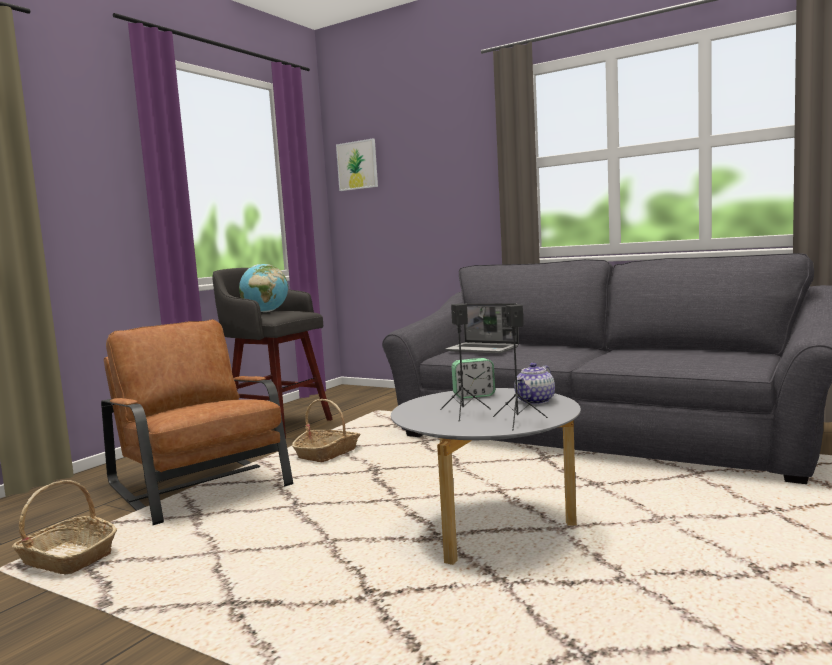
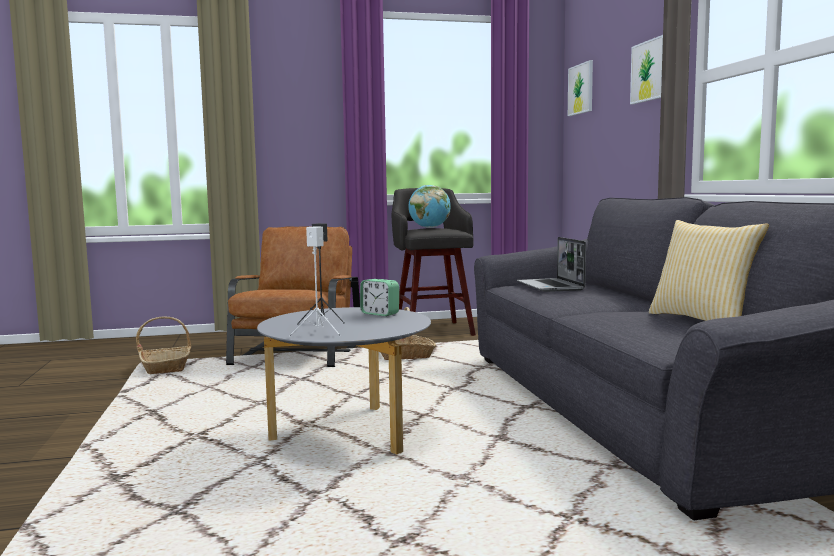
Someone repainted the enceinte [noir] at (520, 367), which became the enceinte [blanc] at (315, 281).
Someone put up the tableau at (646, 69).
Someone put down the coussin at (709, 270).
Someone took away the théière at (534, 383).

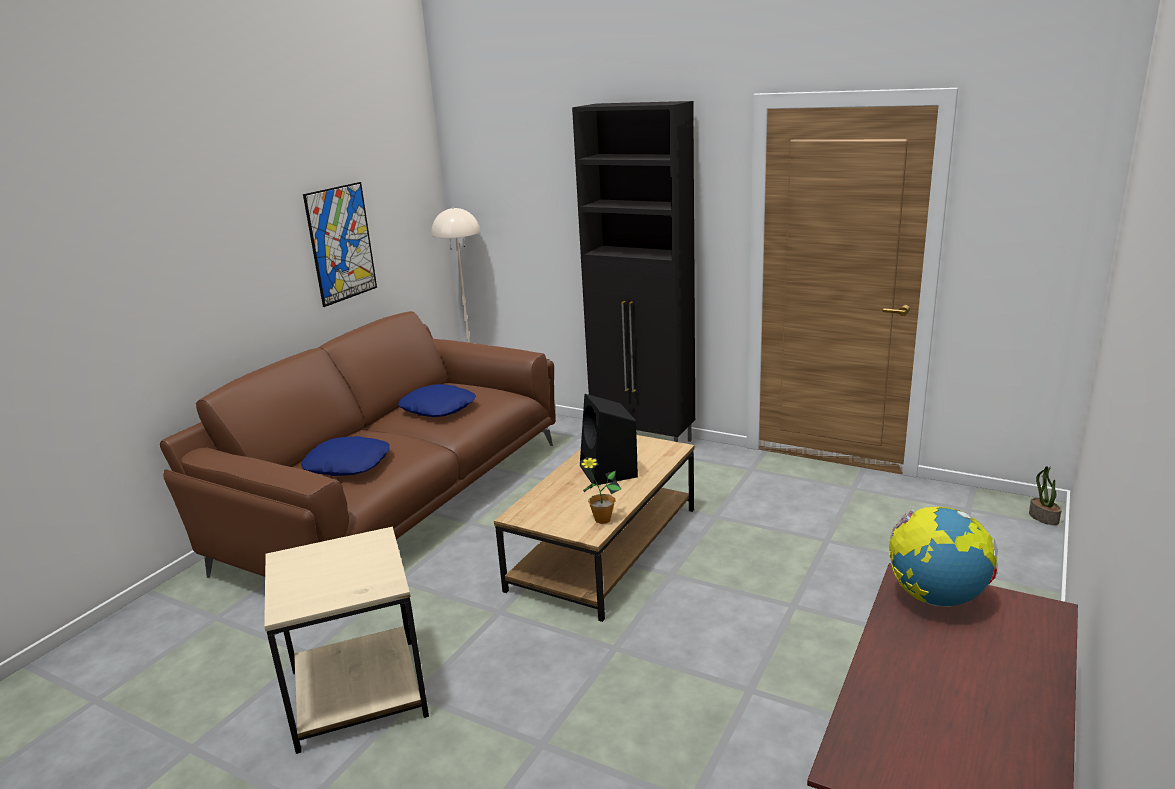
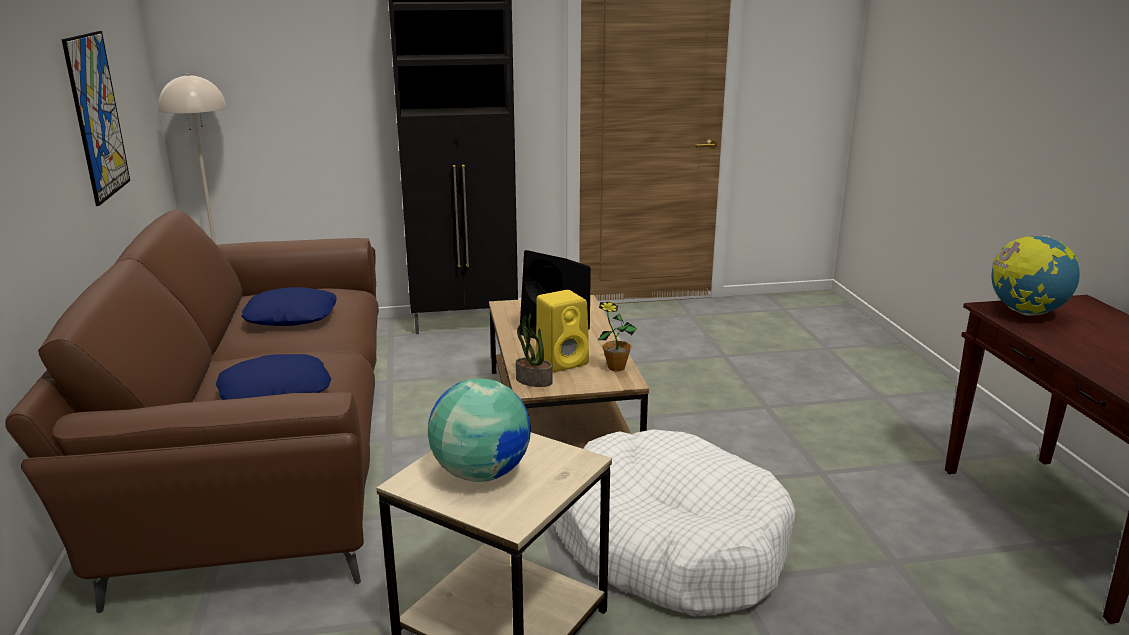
Someone put down the globe at (479, 430).
Someone carried the plante en pot from (1045, 495) to (534, 350).
Someone put down the enceinte [jaune] at (562, 331).
Someone put down the panier pour chien [blanc] at (675, 523).

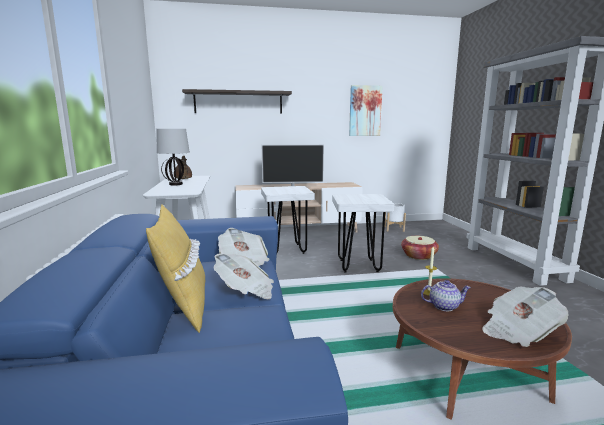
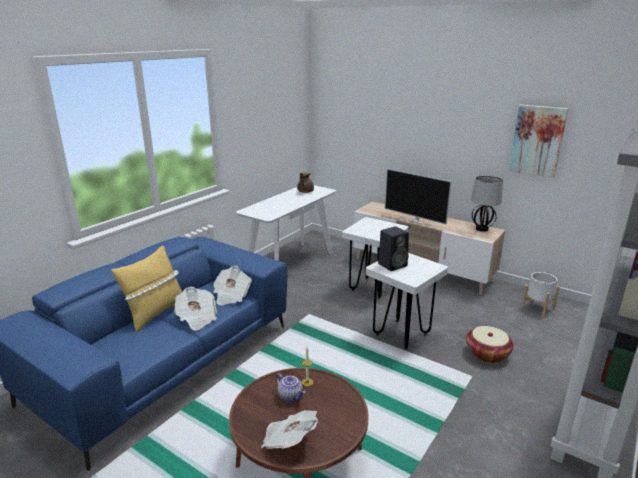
Someone put down the enceinte [noir] at (393, 248).
Someone carried the lampe de table from (173, 157) to (487, 204).
Someone took away the étagère at (237, 101).

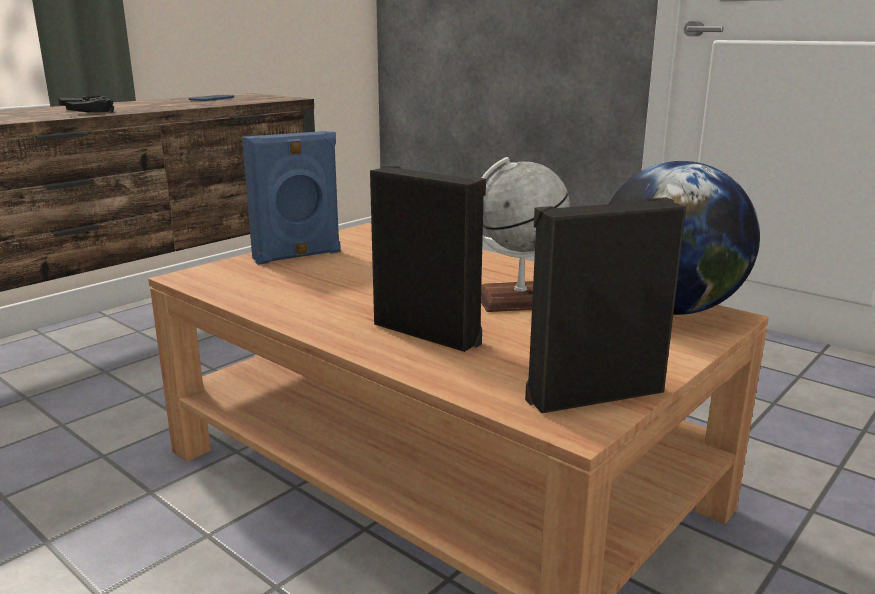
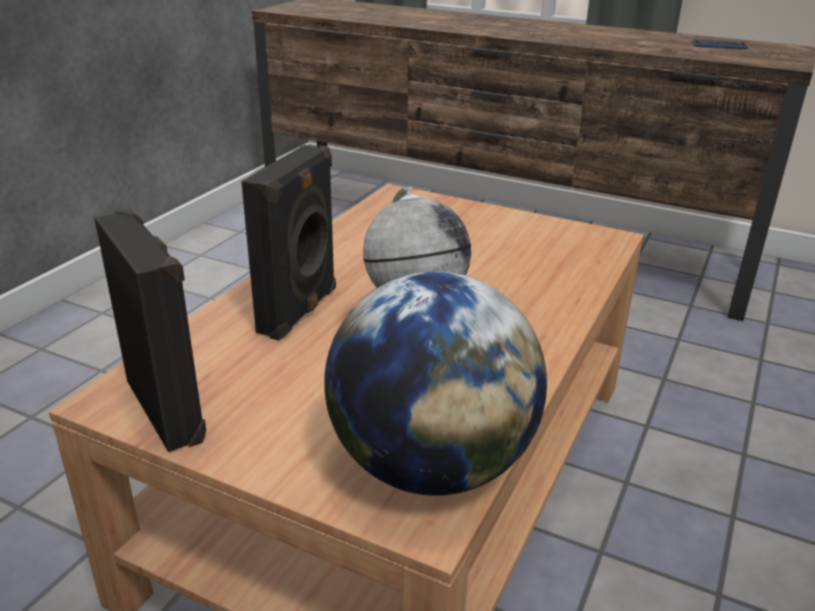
Someone took away the manette [noir] at (86, 104).
Someone took away the enceinte [bleu] at (291, 198).

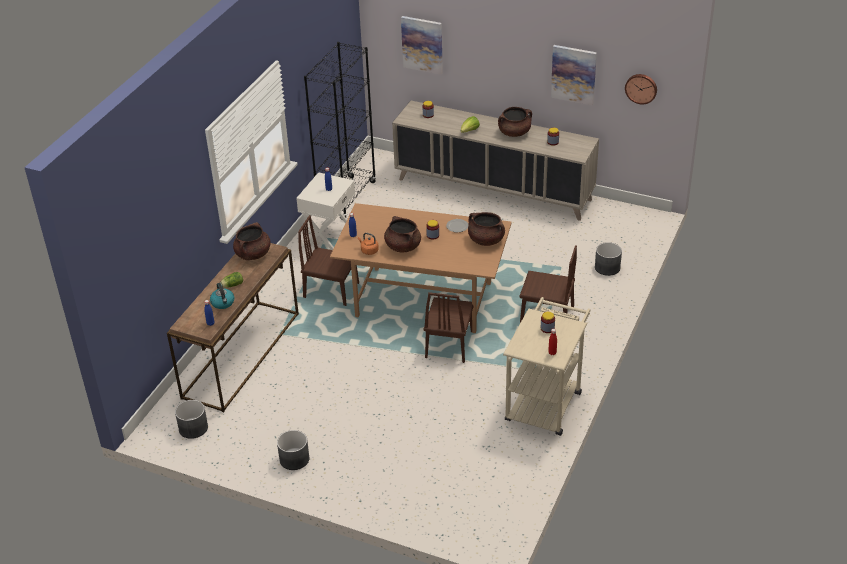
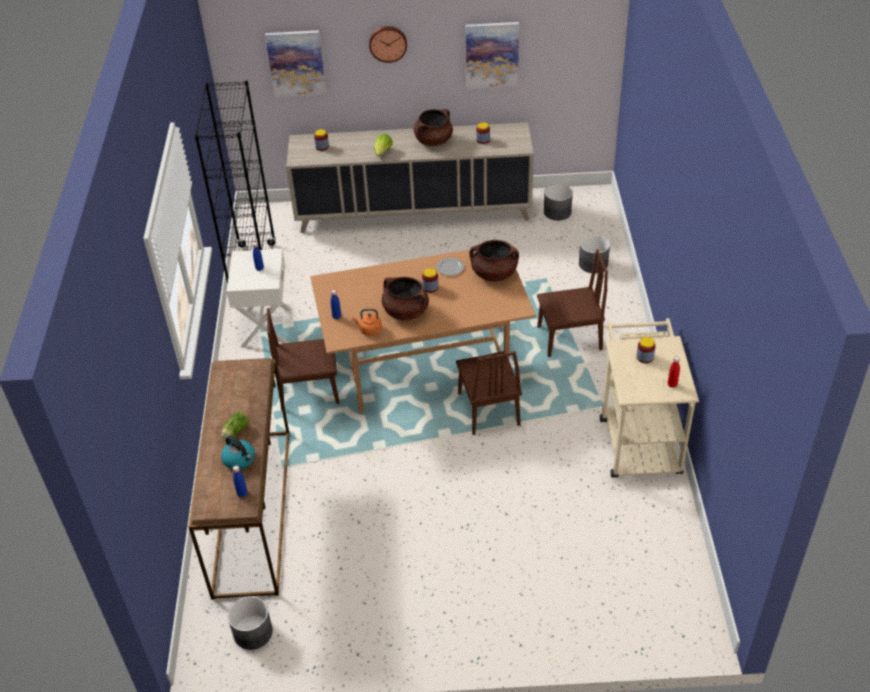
Someone carried the horloge murale from (641, 89) to (388, 44).
Someone carried the cache-pot [gris] from (293, 450) to (558, 202).
Someone took away the marmite [marron] at (252, 241).

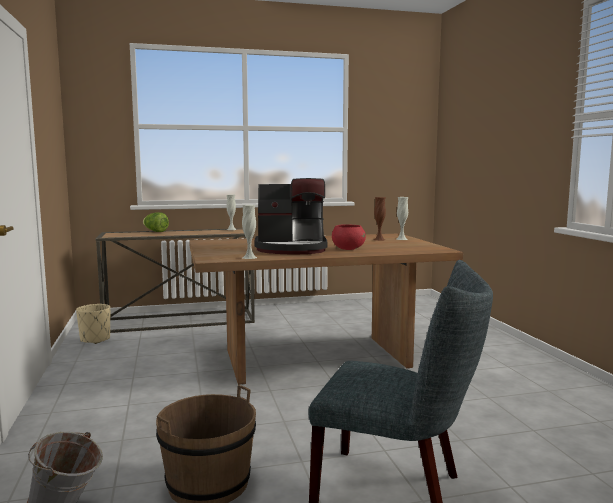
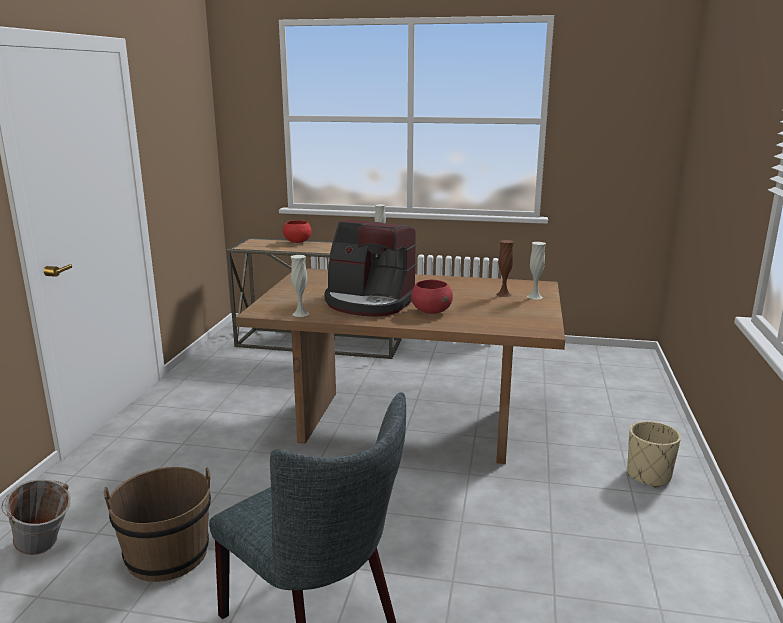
Someone swapped the laitue at (156, 222) for the bol [rouge] at (297, 231).
Someone carried the cache-pot [beige] from (93, 324) to (654, 454).

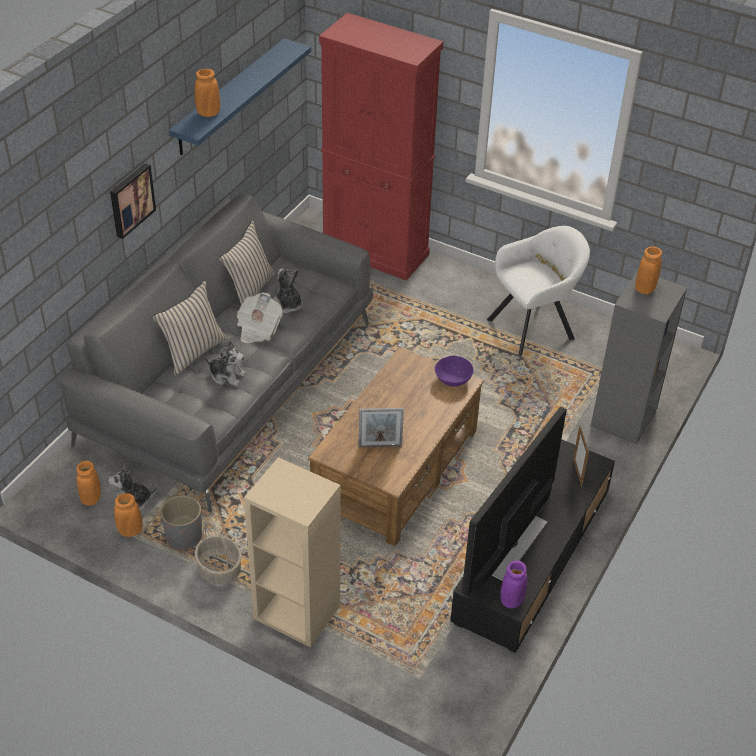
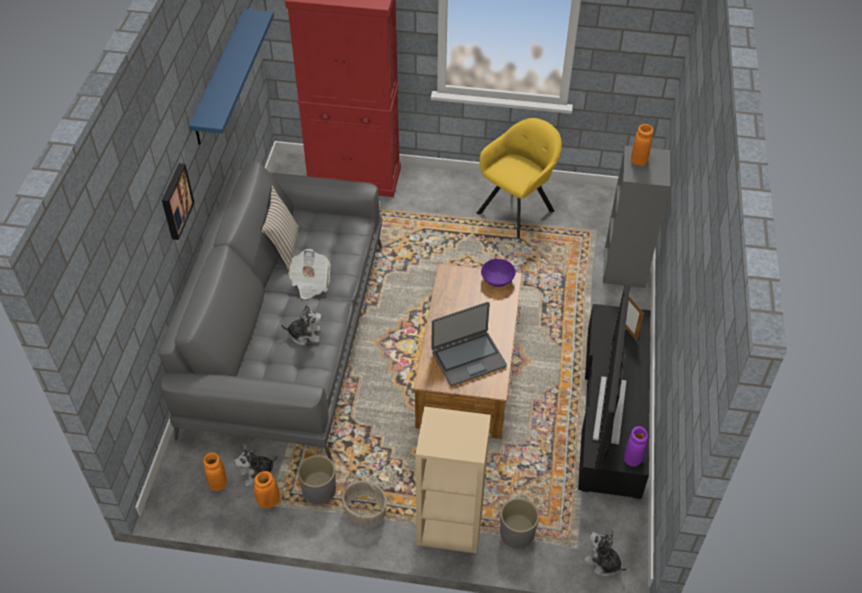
Someone swapped the cadre photo at (381, 427) for the ordinateur portable at (469, 344).
Someone repainted the fauteuil [blanc] at (538, 291), which became the fauteuil [jaune] at (519, 178).
Someone put down the cache-pot [gris] at (519, 523).
Someone carried the peluche from (288, 291) to (605, 553).
Someone took away the coussin [beige] at (190, 328).
Someone took away the vase [orange] at (207, 93).

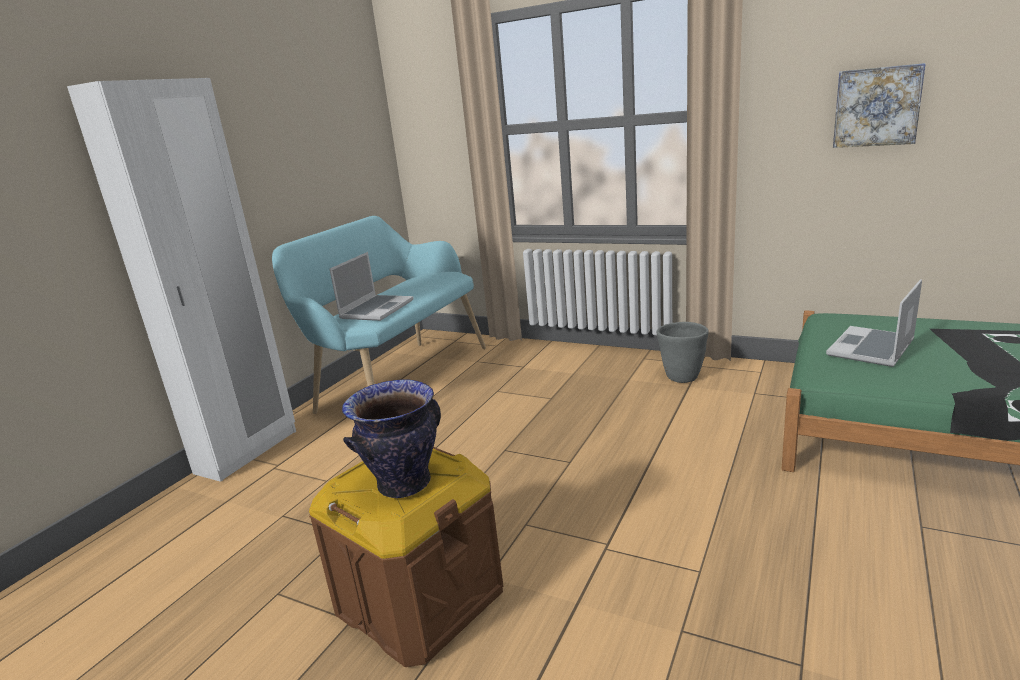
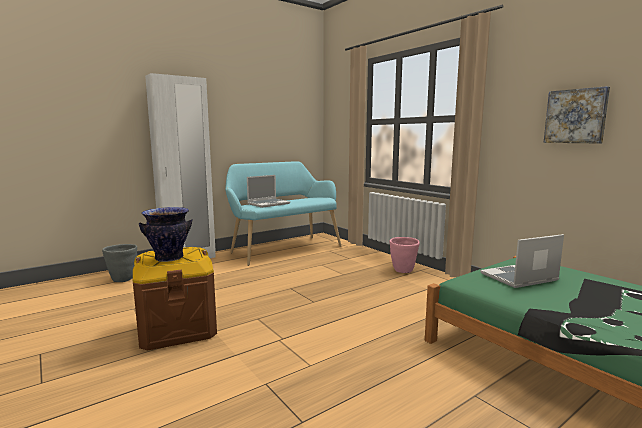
Someone carried the cache-pot [gris] from (683, 352) to (119, 263).
Someone put down the cache-pot [rose] at (405, 255).

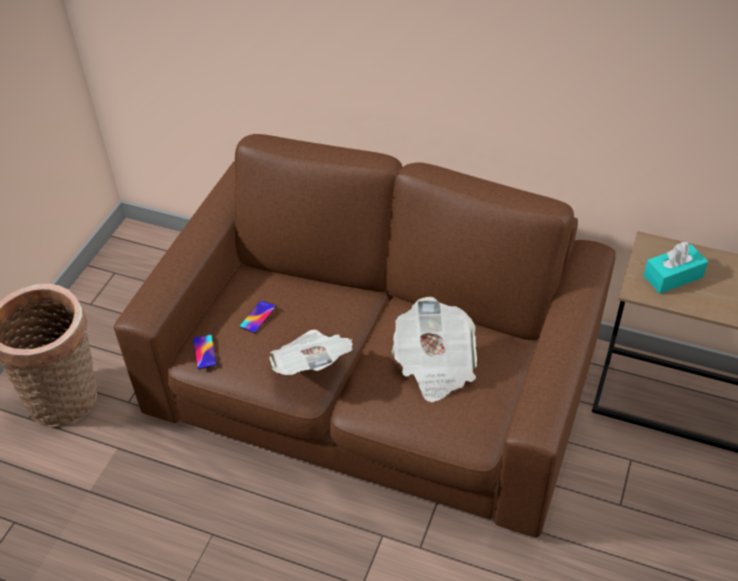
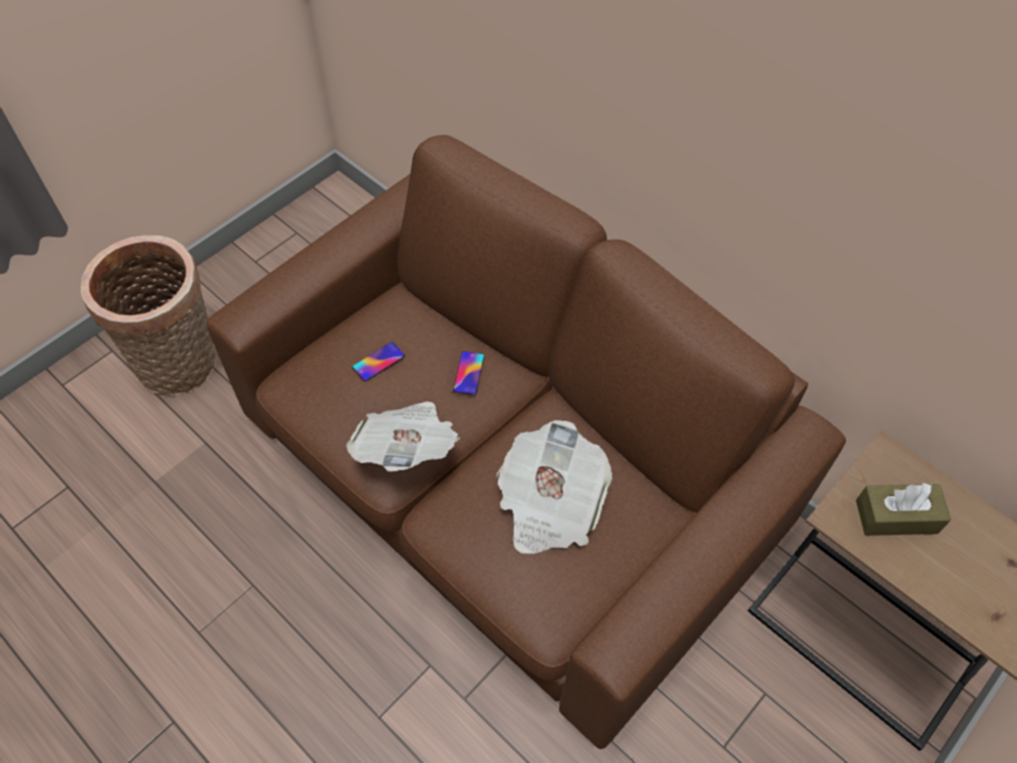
Someone carried the téléphone from (205, 352) to (468, 373).
Someone repainted the boîte à mouchoirs [turquoise] at (676, 268), which became the boîte à mouchoirs [marron] at (903, 509).

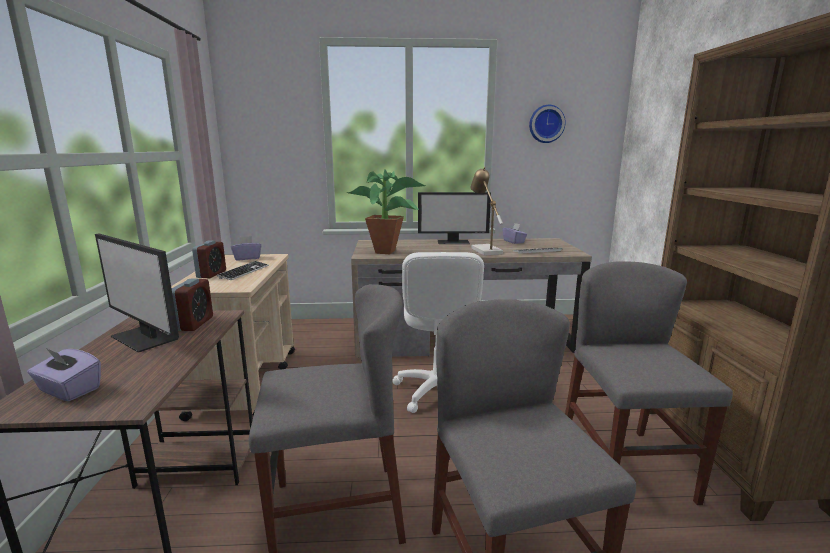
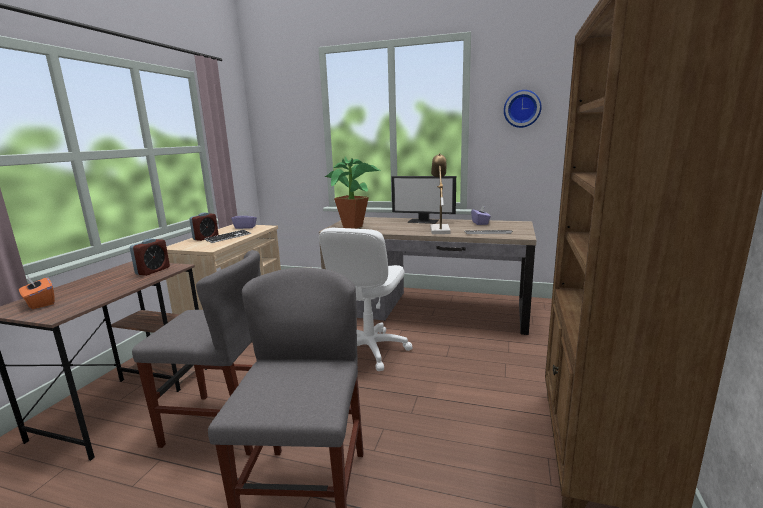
Someone repainted the boîte à mouchoirs [violet] at (64, 374), which became the boîte à mouchoirs [orange] at (37, 292).
Someone took away the écran d'ordinateur at (137, 293).
Someone took away the chaise [gris] at (649, 383).

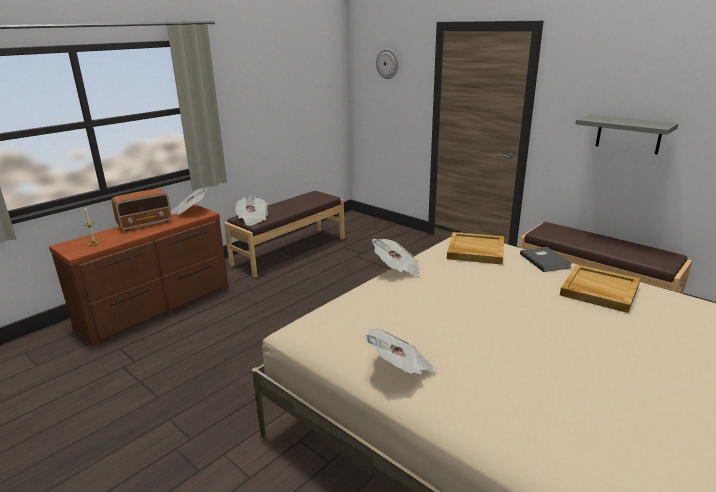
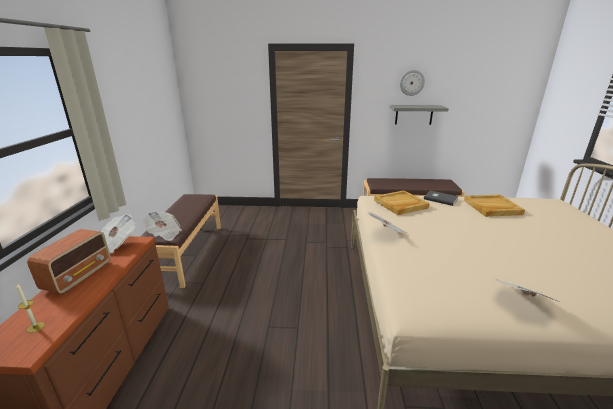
Someone carried the horloge murale from (387, 63) to (412, 83).

